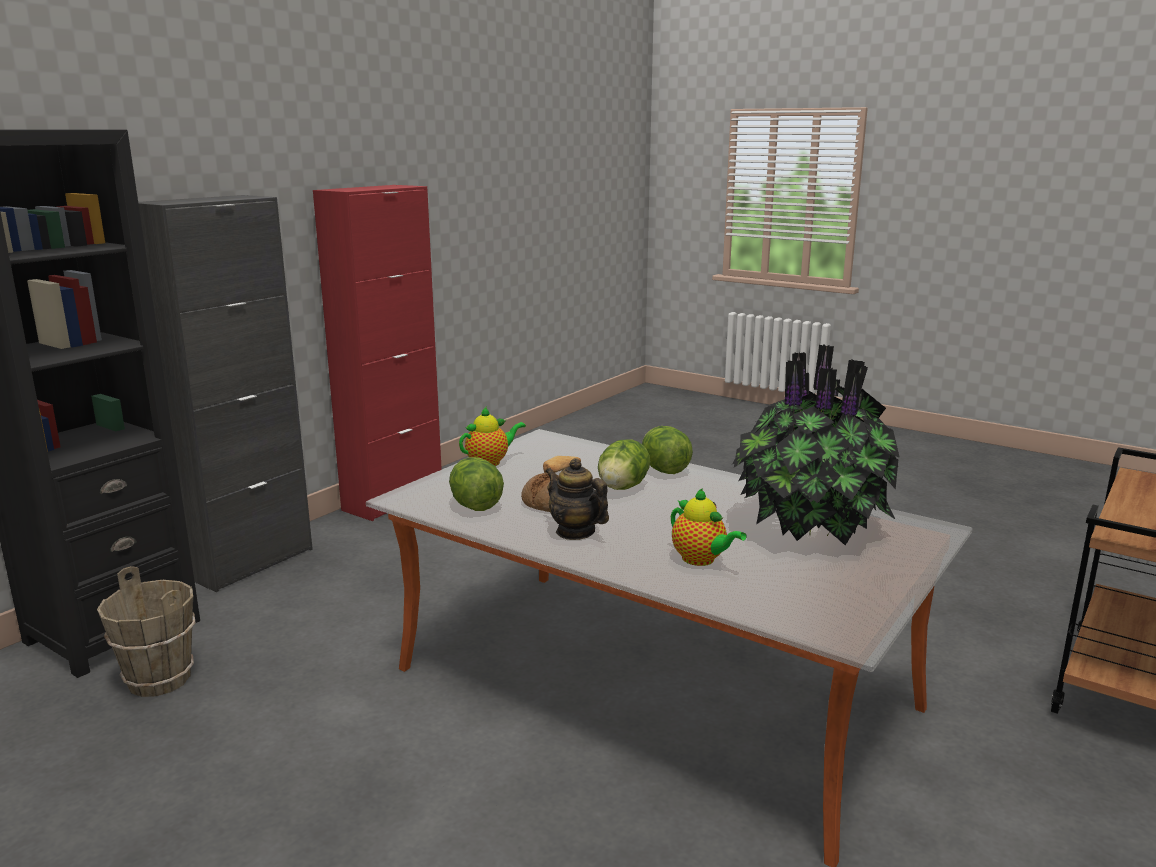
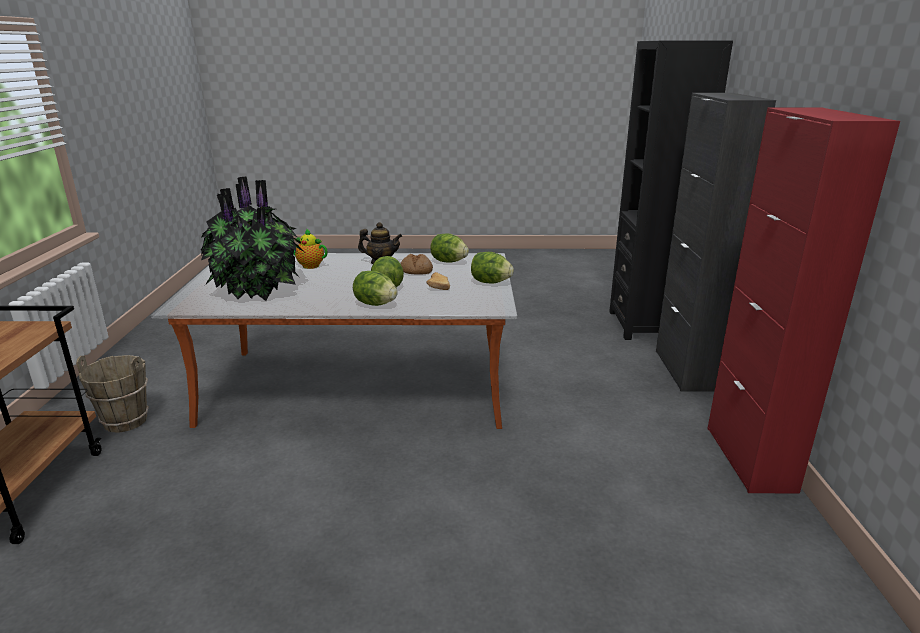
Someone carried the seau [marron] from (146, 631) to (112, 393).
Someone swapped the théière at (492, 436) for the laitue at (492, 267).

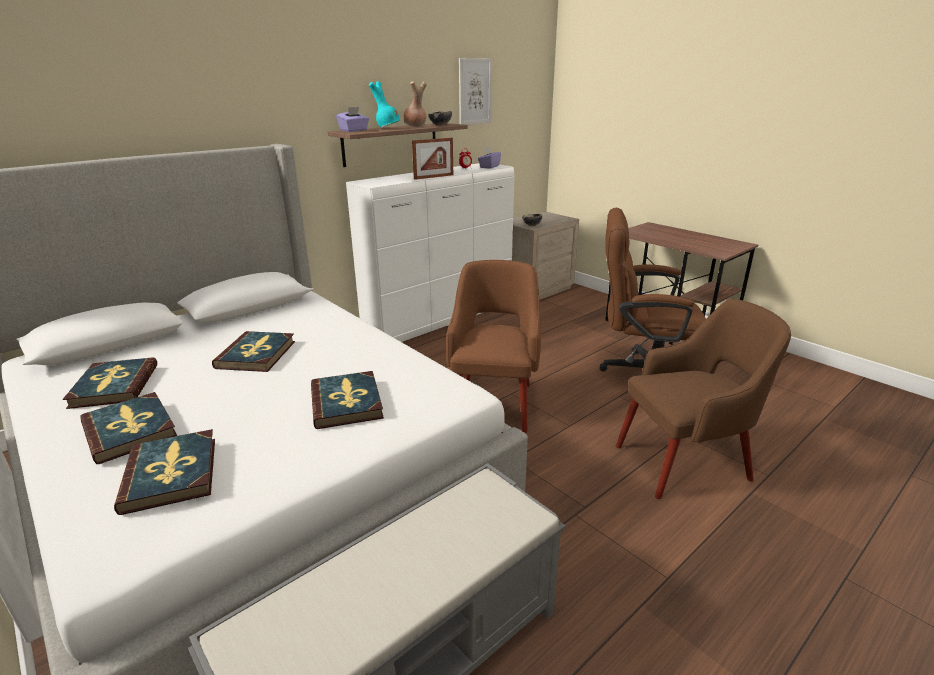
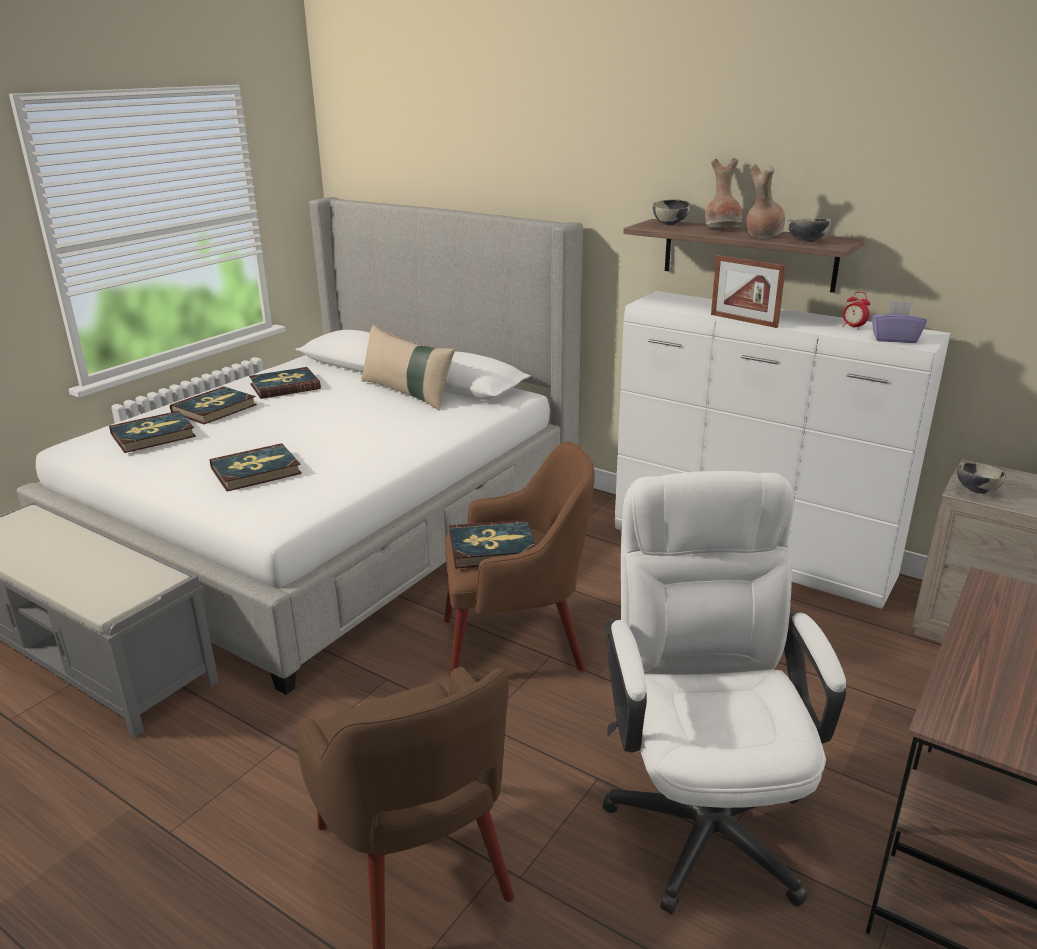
Someone put down the coussin [beige] at (408, 368).
Someone carried the livre from (253, 351) to (493, 544).
Someone repainted the chaise de bureau [marron] at (653, 290), which became the chaise de bureau [blanc] at (724, 692).
Someone swapped the boîte à mouchoirs [violet] at (352, 119) for the bol at (671, 212).
Someone repainted the vase [turquoise] at (384, 104), which became the vase [marron] at (723, 193).
Someone took away the tableau at (475, 91).

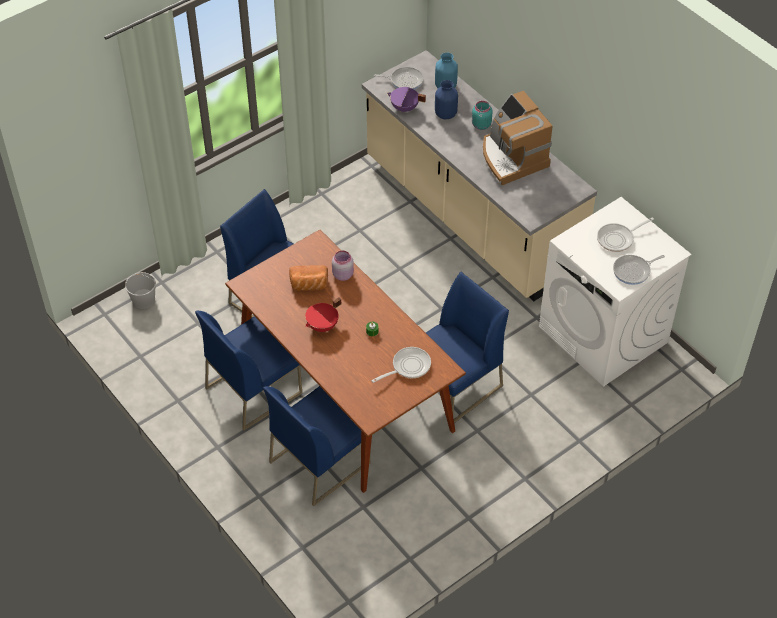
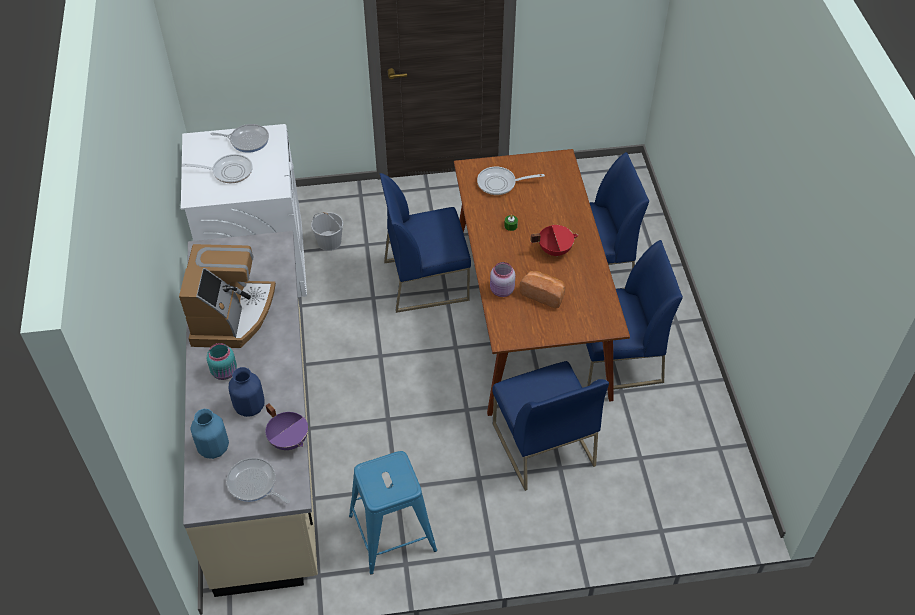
Someone carried the seau [blanc] from (140, 290) to (327, 231).
Someone put down the tabouret [bleu] at (393, 512).

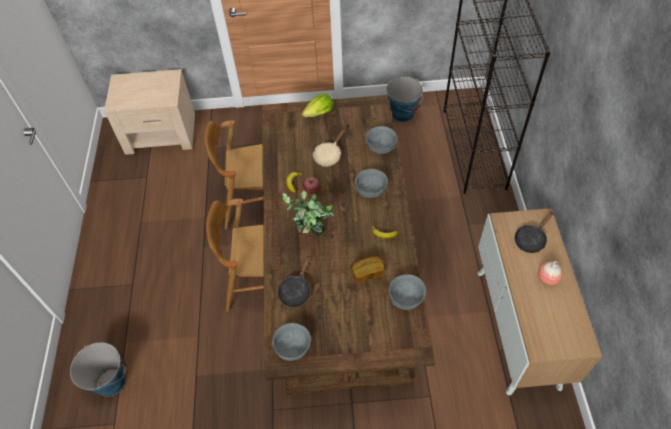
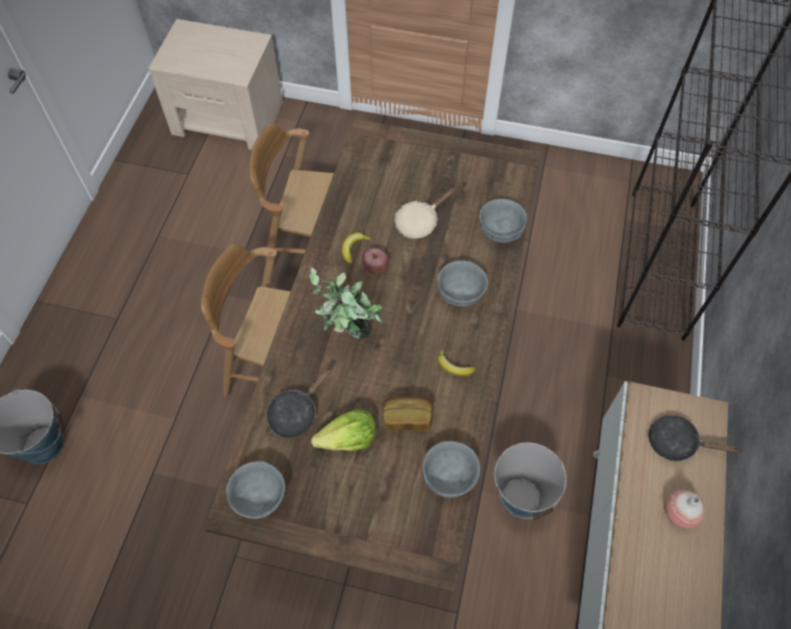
Someone carried the laitue from (317, 105) to (343, 430).
Someone carried the seau from (404, 99) to (530, 481).
Someone rotated the poêle [noir] at (534, 232) by 45 degrees clockwise.

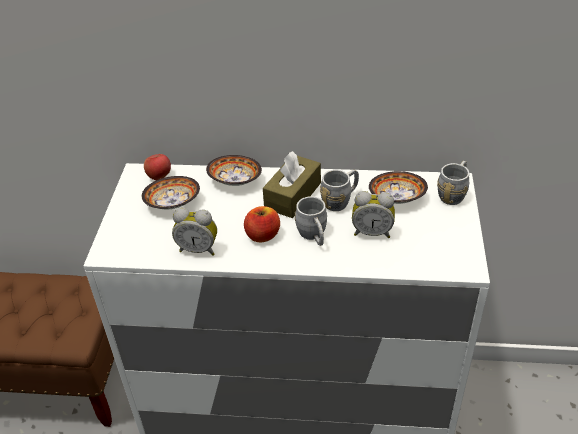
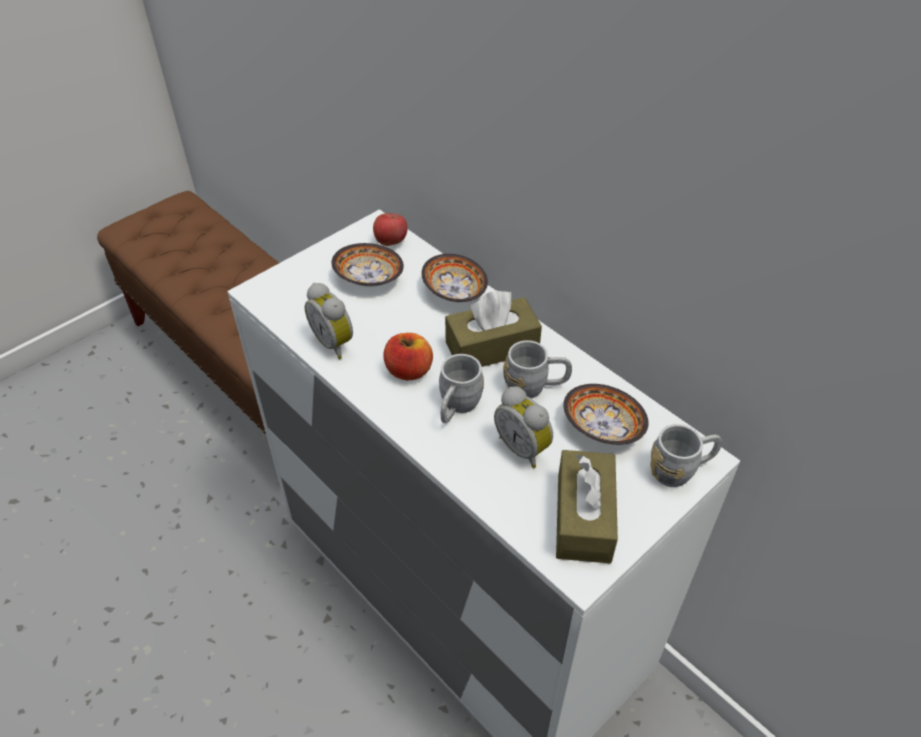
Someone put down the boîte à mouchoirs [marron] at (587, 507).

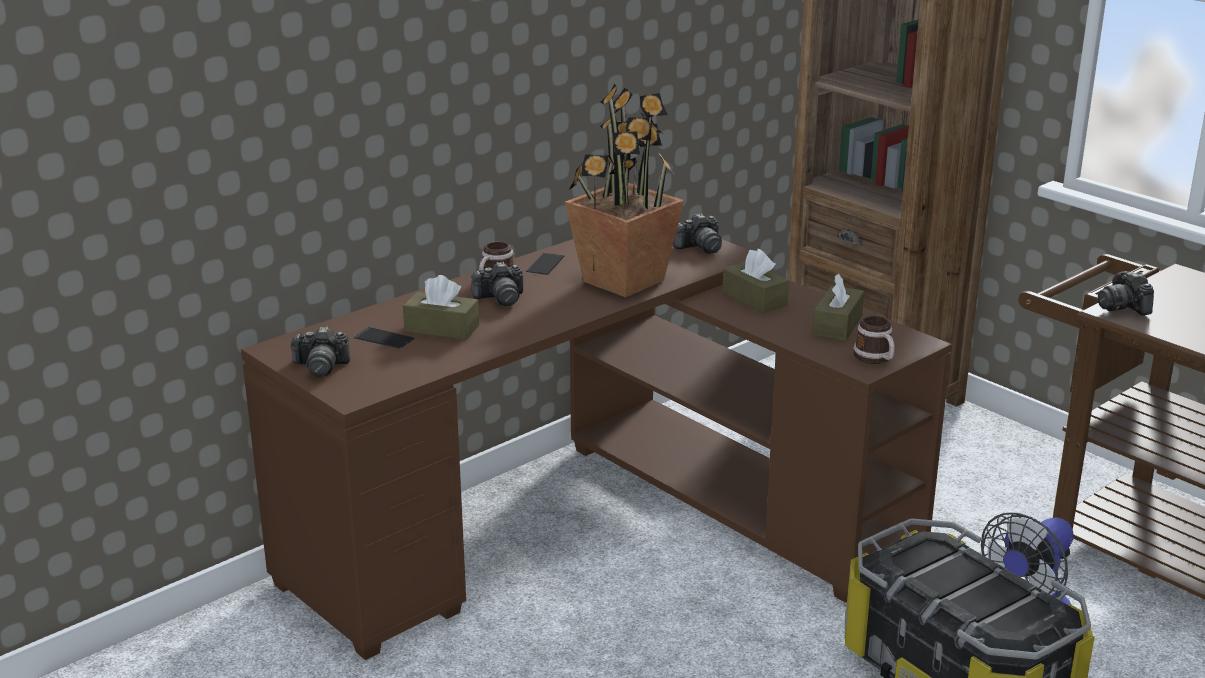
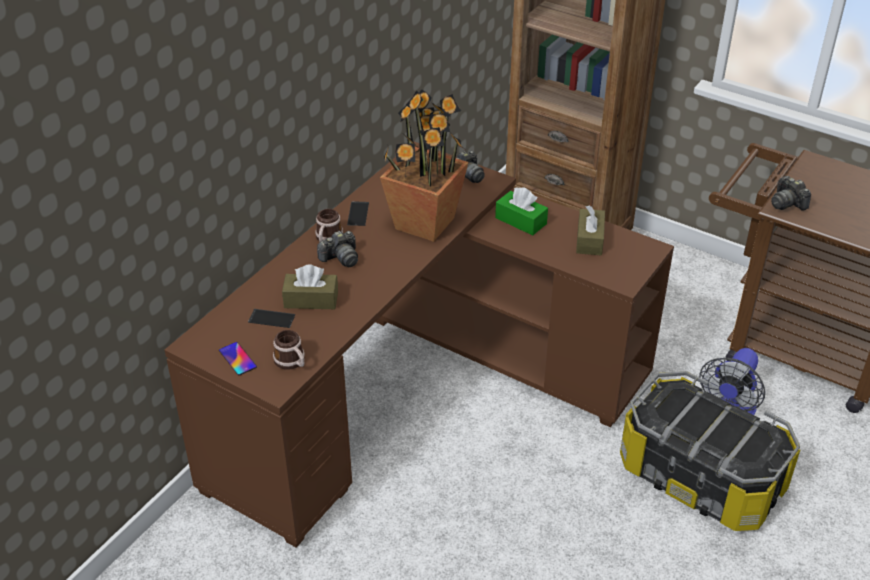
Someone swapped the appareil photo at (319, 352) for the téléphone at (238, 358).
Someone carried the mug from (874, 340) to (289, 350).
Someone repainted the boîte à mouchoirs [marron] at (755, 281), which became the boîte à mouchoirs [vert] at (521, 211).

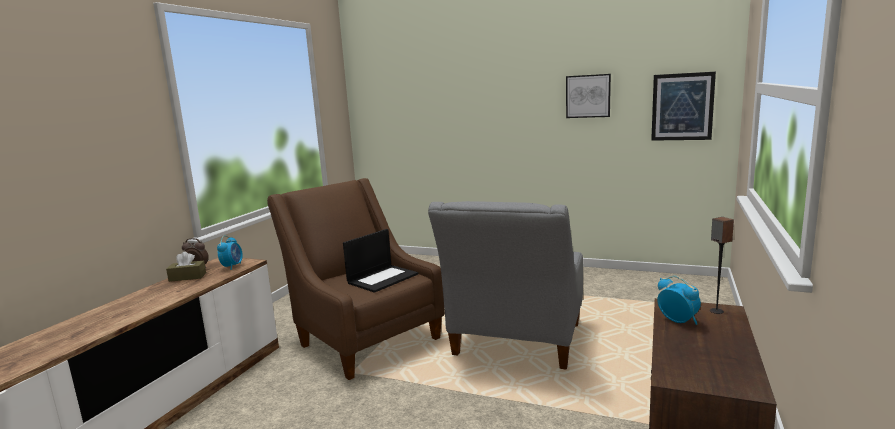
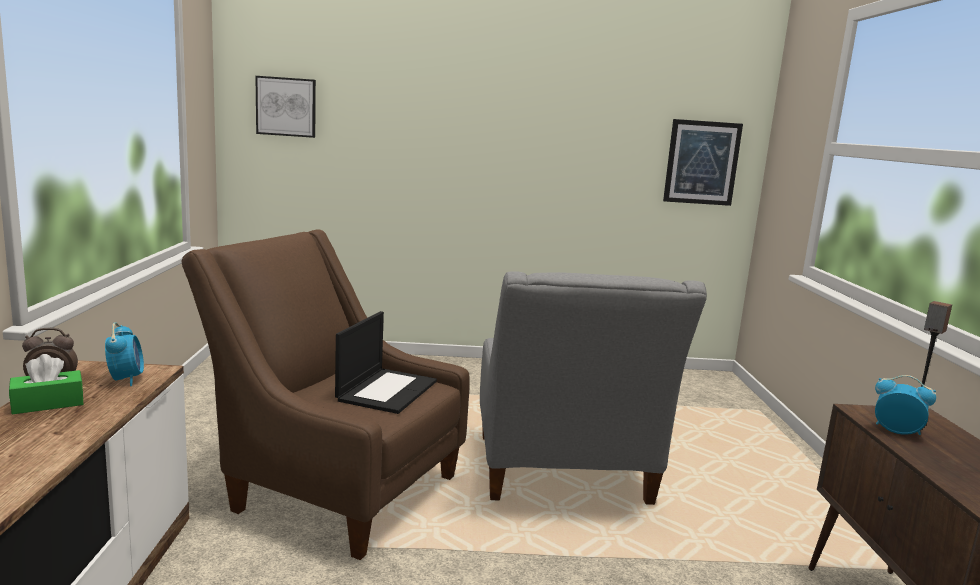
Someone repainted the boîte à mouchoirs [marron] at (186, 267), which became the boîte à mouchoirs [vert] at (46, 384).
Someone carried the tableau from (588, 96) to (285, 107).

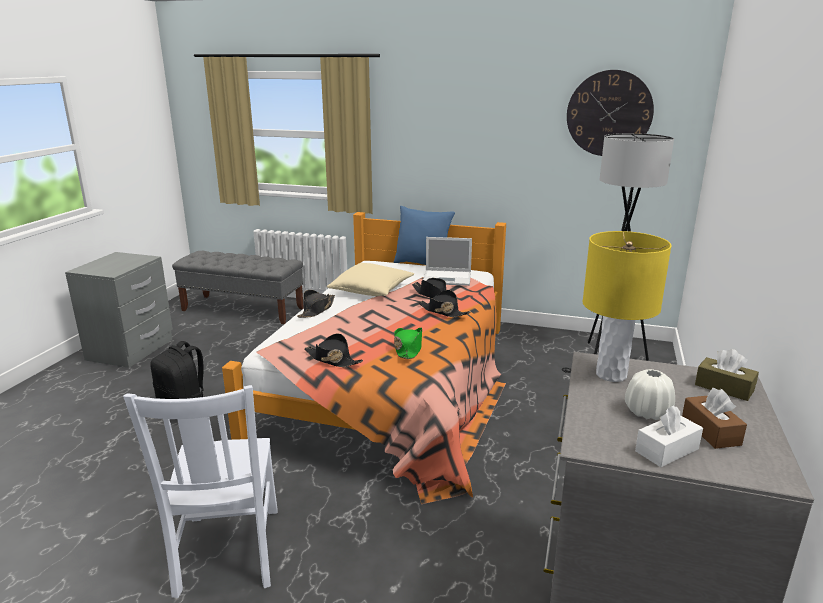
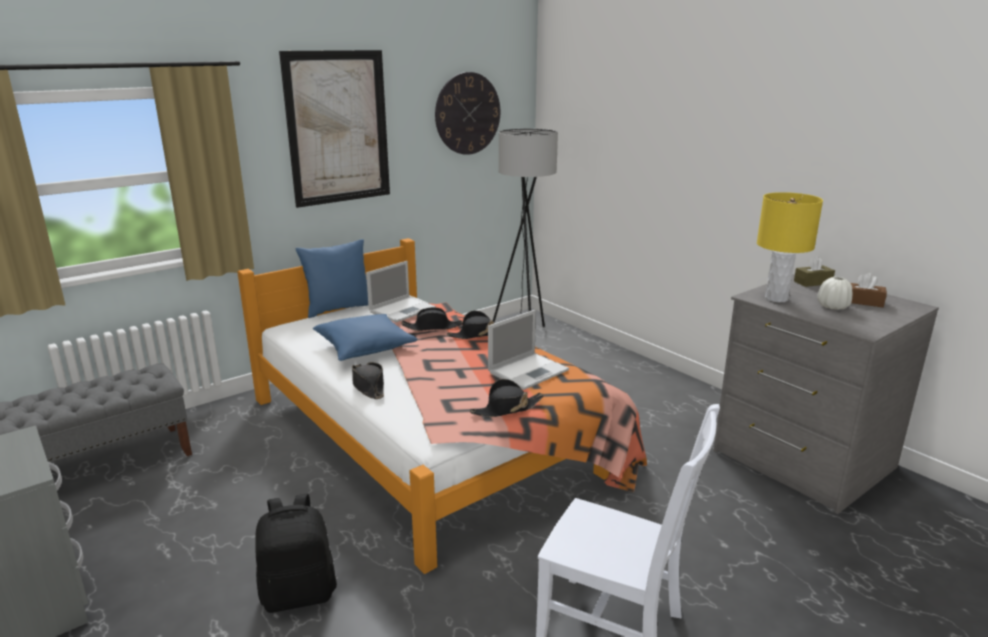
Someone put up the tableau at (334, 129).
Someone repainted the coussin [beige] at (370, 279), which became the coussin [bleu] at (365, 337).
Someone swapped the chapeau [vert] at (408, 343) for the ordinateur portable at (528, 350).
Someone took away the boîte à mouchoirs [blanc] at (669, 436).

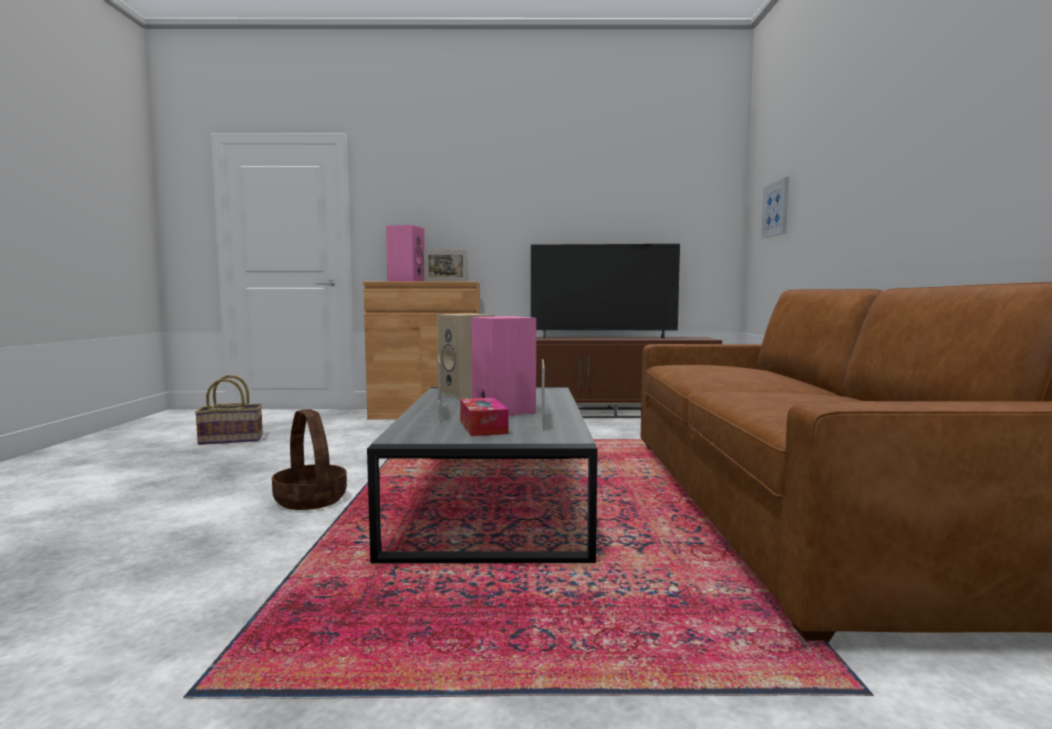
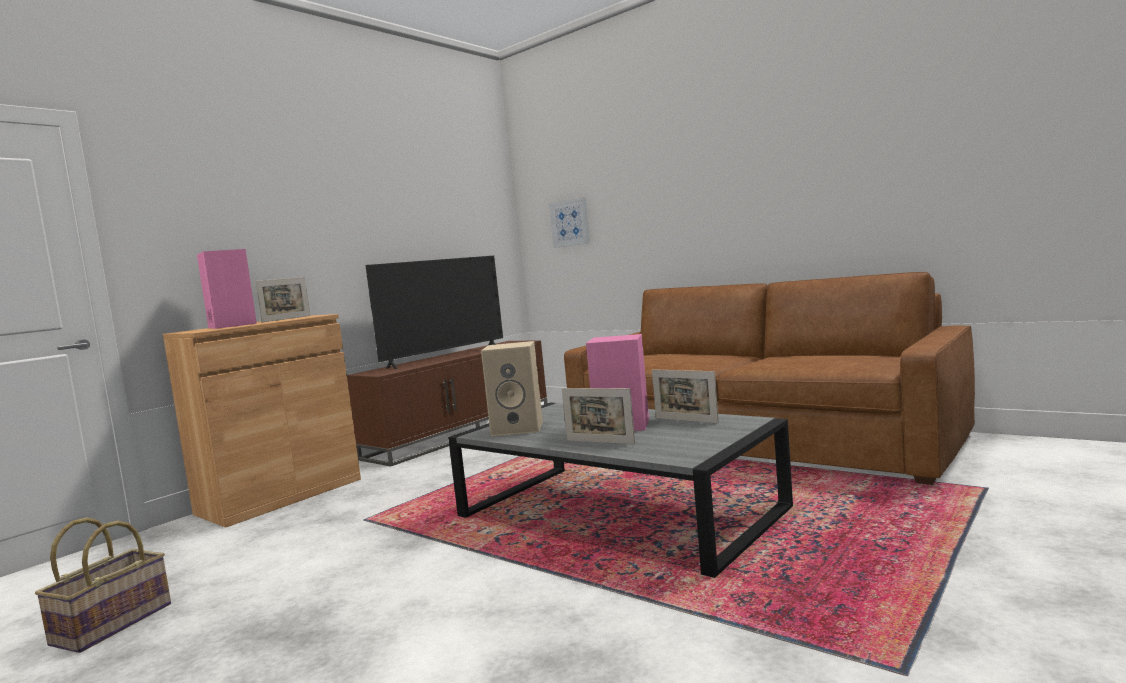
Someone took away the panier at (309, 459).
Someone took away the boîte à mouchoirs at (484, 417).

